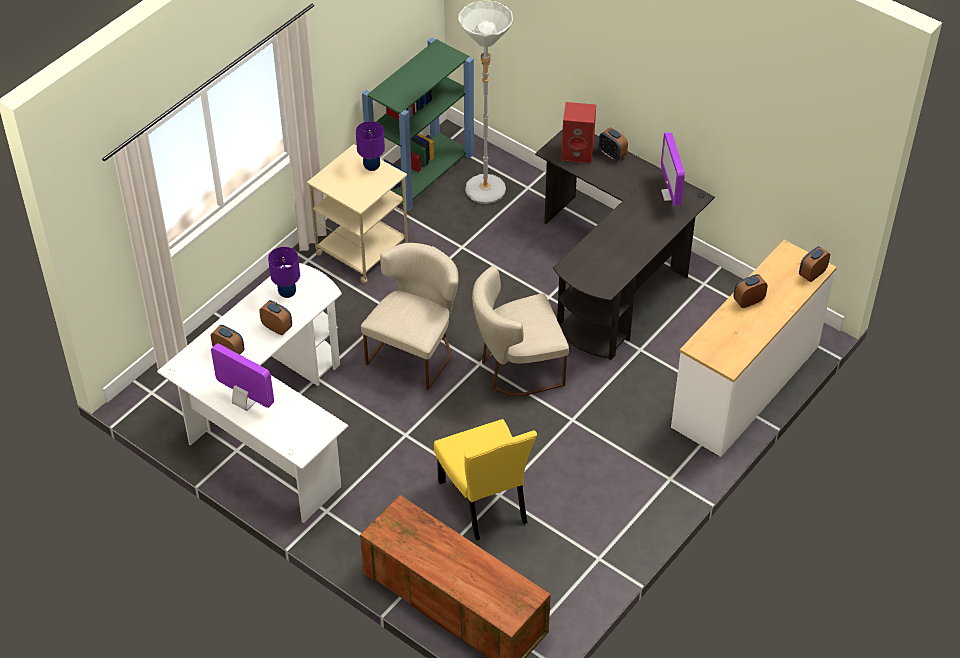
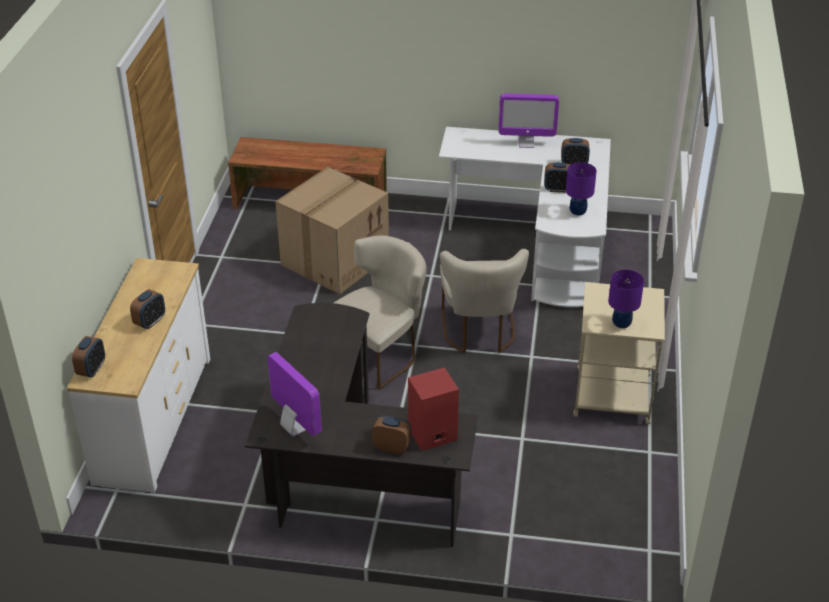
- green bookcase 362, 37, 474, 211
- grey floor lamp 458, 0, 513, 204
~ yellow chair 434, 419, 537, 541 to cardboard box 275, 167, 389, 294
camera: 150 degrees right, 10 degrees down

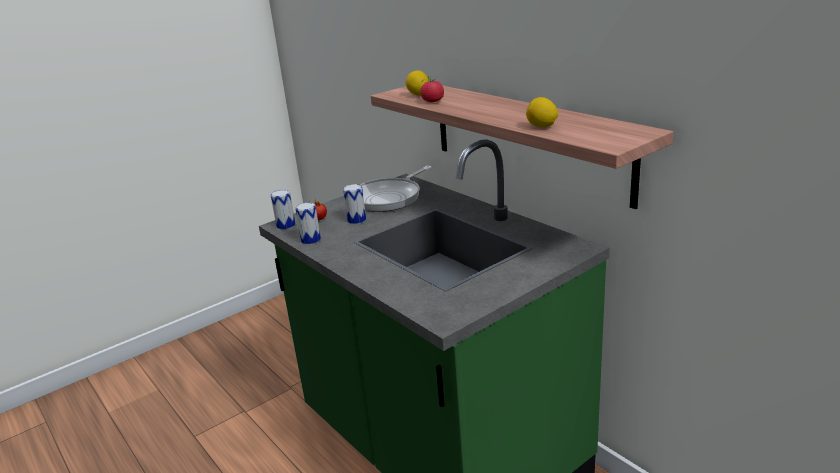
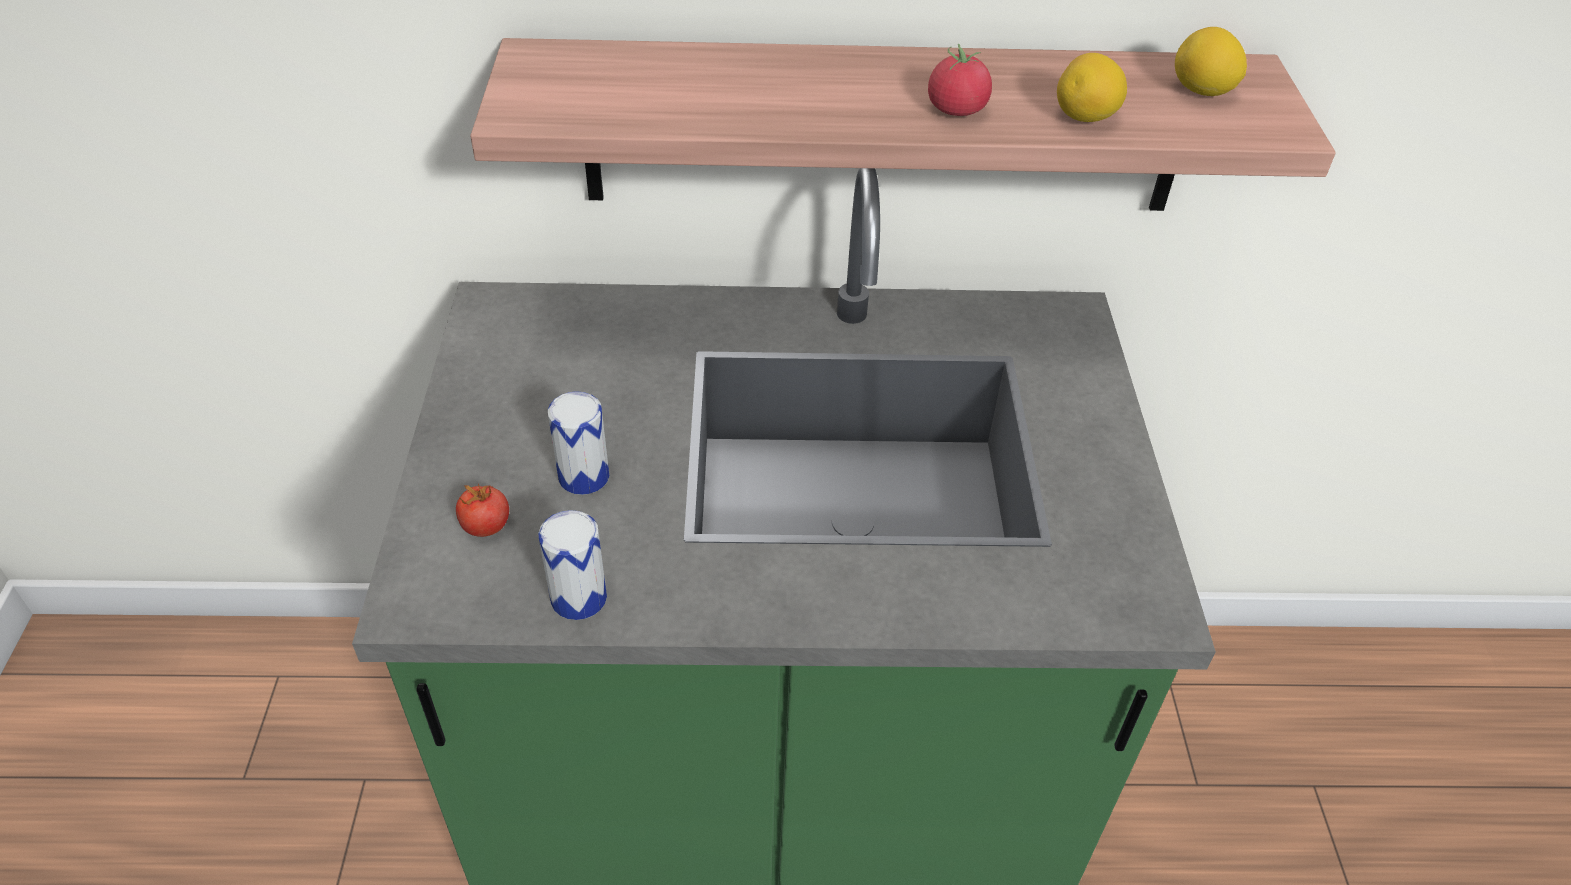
- can 271, 190, 295, 229
- frying pan 360, 166, 431, 212
~ lemon 406, 71, 429, 96 to 1175, 27, 1247, 96
~ tomato 421, 77, 444, 102 to 928, 44, 992, 116
camera: 55 degrees left, 20 degrees up

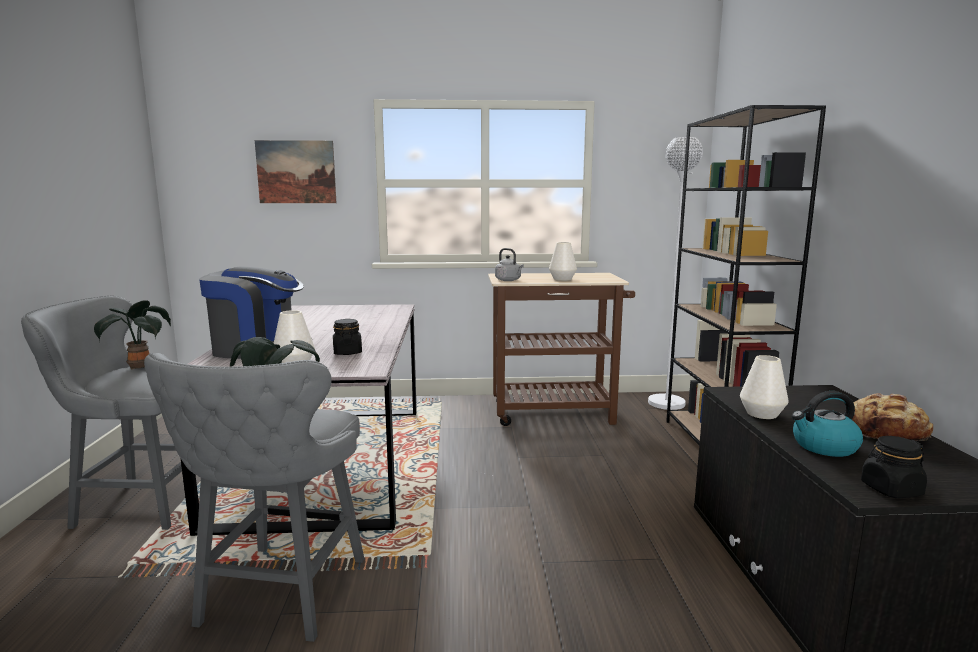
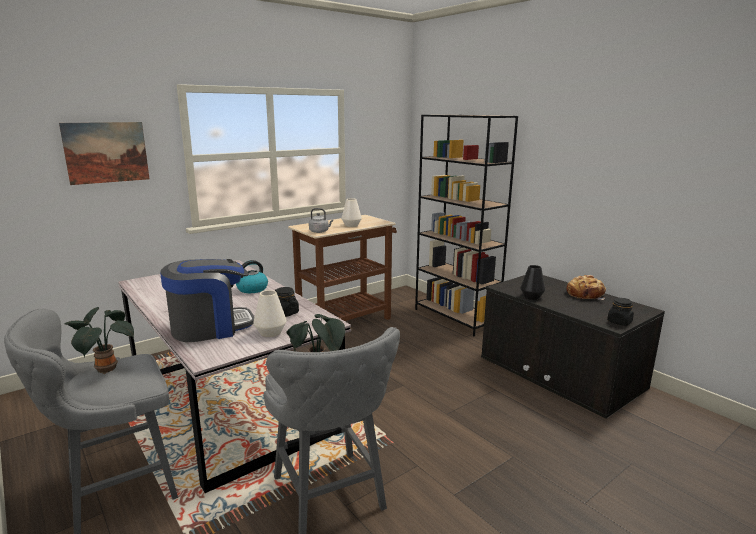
- white floor lamp 648, 137, 703, 410
~ kettle 792, 391, 863, 457 to 236, 260, 268, 293
~ white vase 740, 355, 789, 419 to black vase 520, 265, 545, 300
camera: 35 degrees left, 5 degrees up

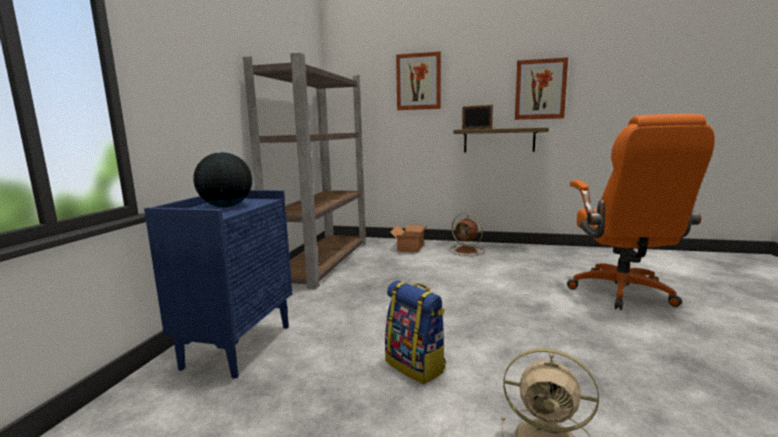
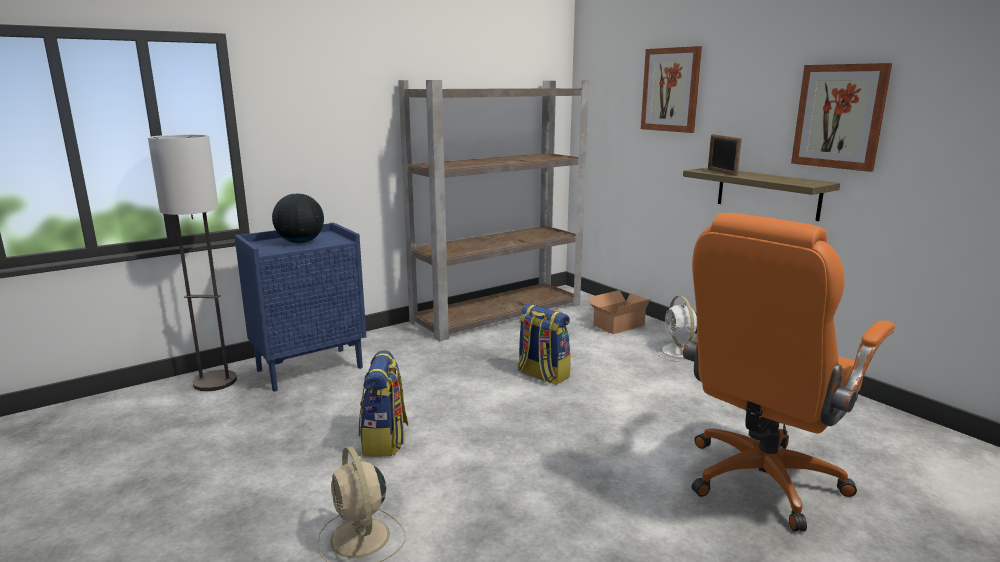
+ floor lamp 148, 134, 237, 391
+ backpack 518, 304, 571, 385
~ brown fan 449, 213, 485, 256 to white fan 653, 296, 697, 362
camera: 40 degrees right, 5 degrees up

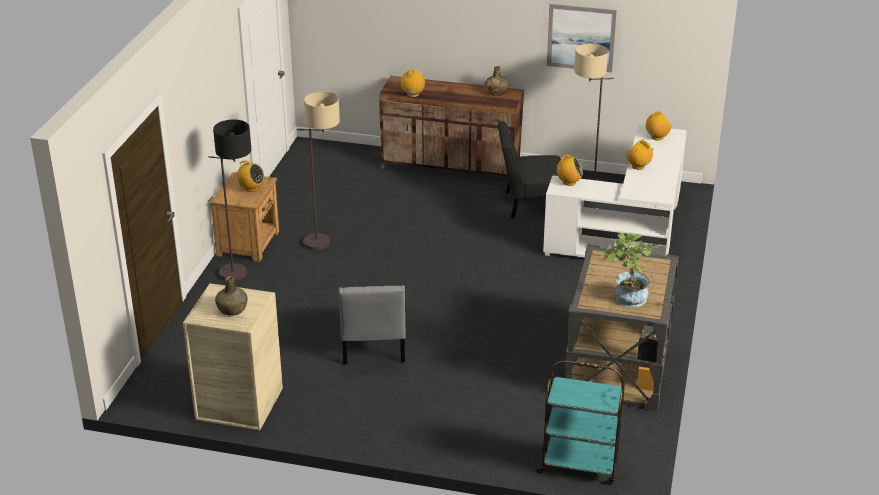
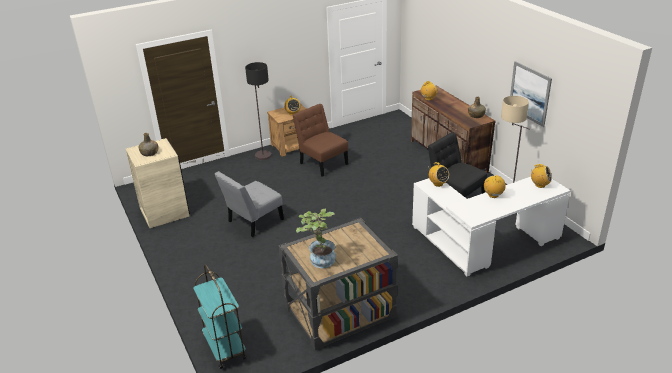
~ beige floor lamp 297, 91, 340, 250 to brown chair 292, 104, 348, 177
camera: 50 degrees right, 0 degrees up

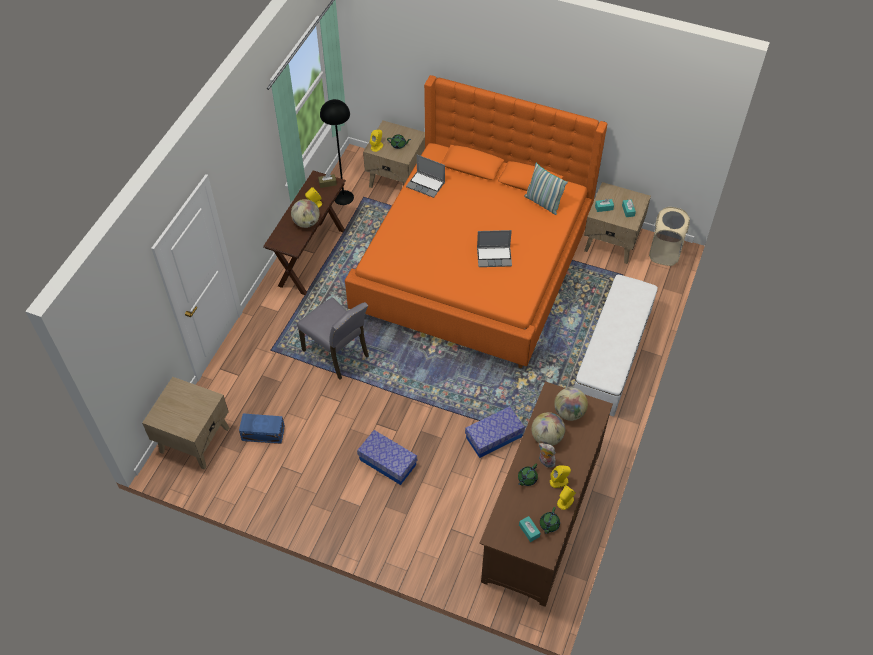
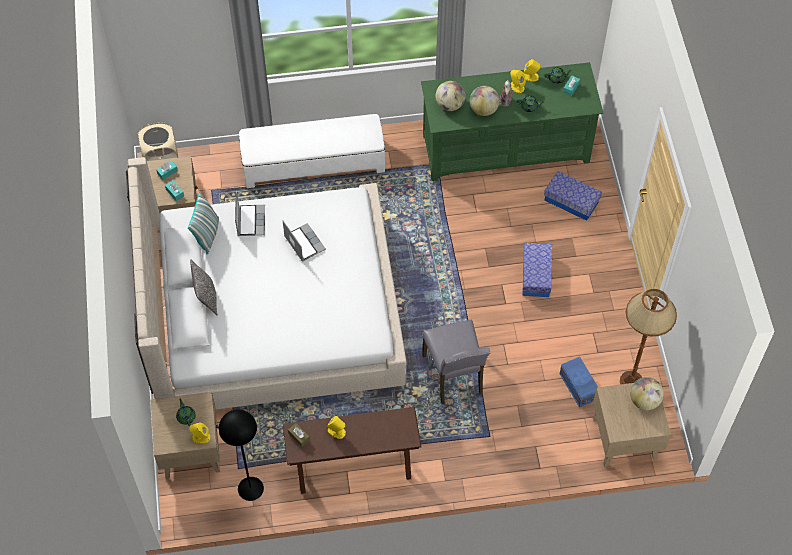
+ pillow 190, 259, 217, 316
+ brown floor lamp 620, 289, 677, 384
~ globe 291, 199, 320, 228 to 630, 377, 664, 410
~ laptop 406, 155, 445, 198 to 235, 190, 265, 236
~ storage box 465, 406, 525, 458 to 544, 171, 602, 221
~ orange bed 345, 75, 607, 368 to beige bed 126, 157, 406, 409
~ brown dresser 480, 381, 613, 607 to green dresser 421, 62, 604, 181
~ grey chair 297, 297, 369, 380 = 422, 319, 490, 404 150 degrees clockwise
camera: 120 degrees left, 5 degrees up

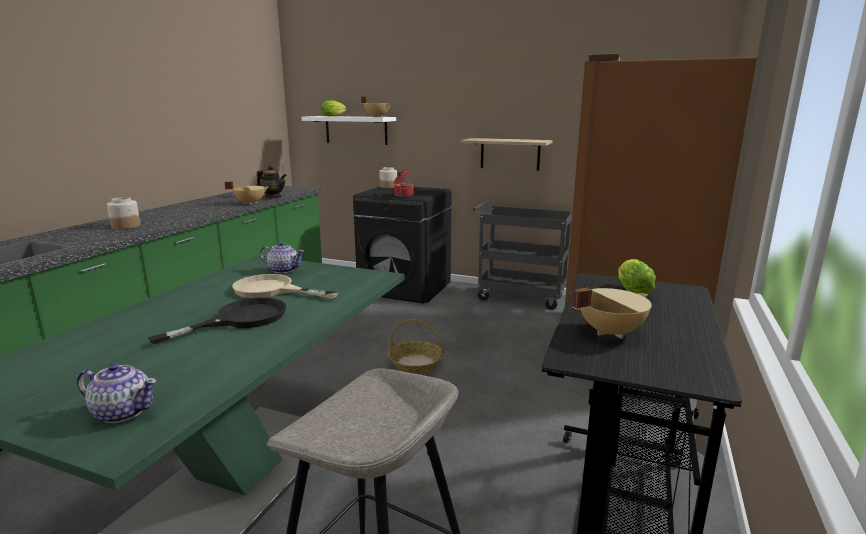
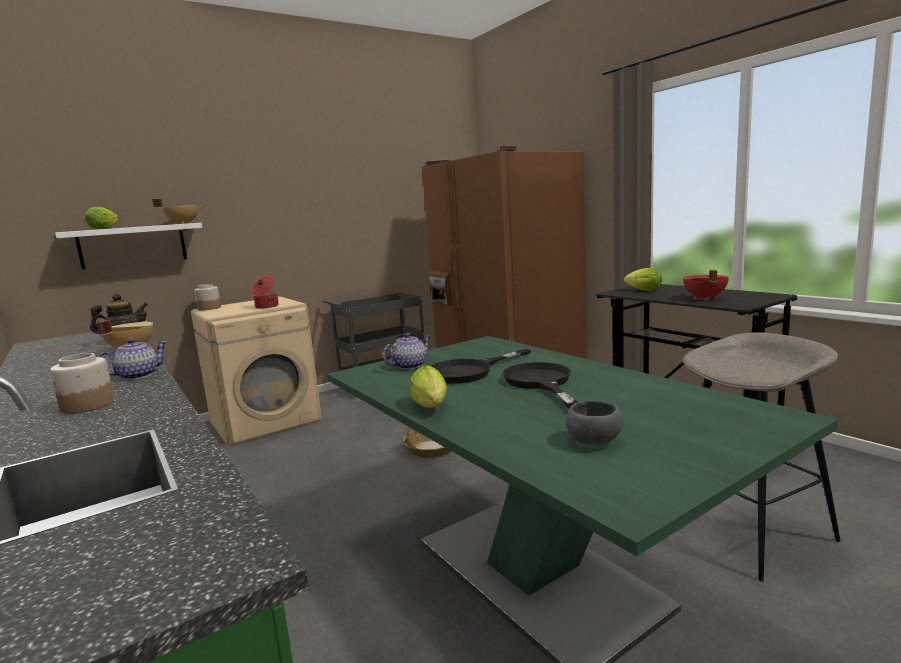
- shelf 461, 138, 553, 170
+ lettuce 409, 365, 447, 408
+ grey bowl 566, 401, 622, 445
~ teapot 77, 363, 157, 423 to 98, 338, 168, 380
~ beige frying pan 232, 274, 338, 299 to black frying pan 431, 349, 531, 384
~ black washing machine 353, 187, 452, 303 to beige washing machine 191, 297, 322, 445
~ beige cooking pot 572, 288, 652, 339 to red cooking pot 683, 270, 729, 300
camera: 55 degrees left, 5 degrees down

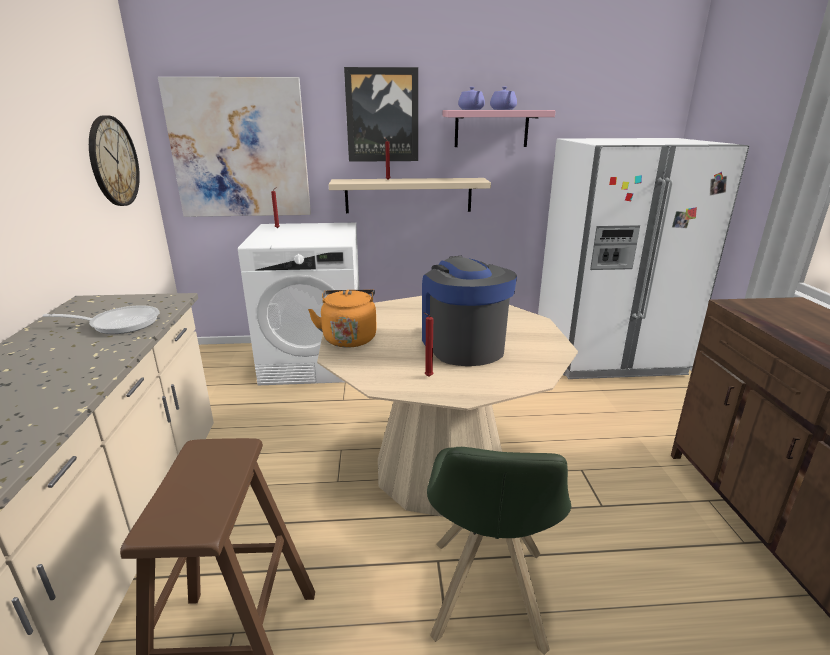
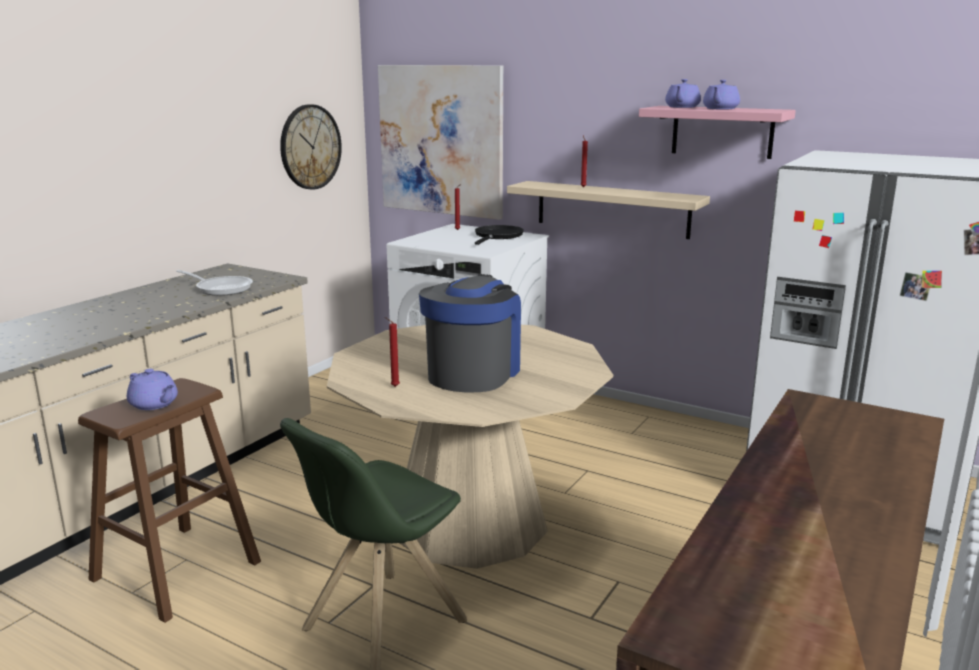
- orange kettle 308, 289, 377, 348
- picture 344, 67, 418, 162
+ purple teapot 127, 369, 178, 410
+ black frying pan 475, 225, 524, 245
camera: 35 degrees right, 5 degrees down

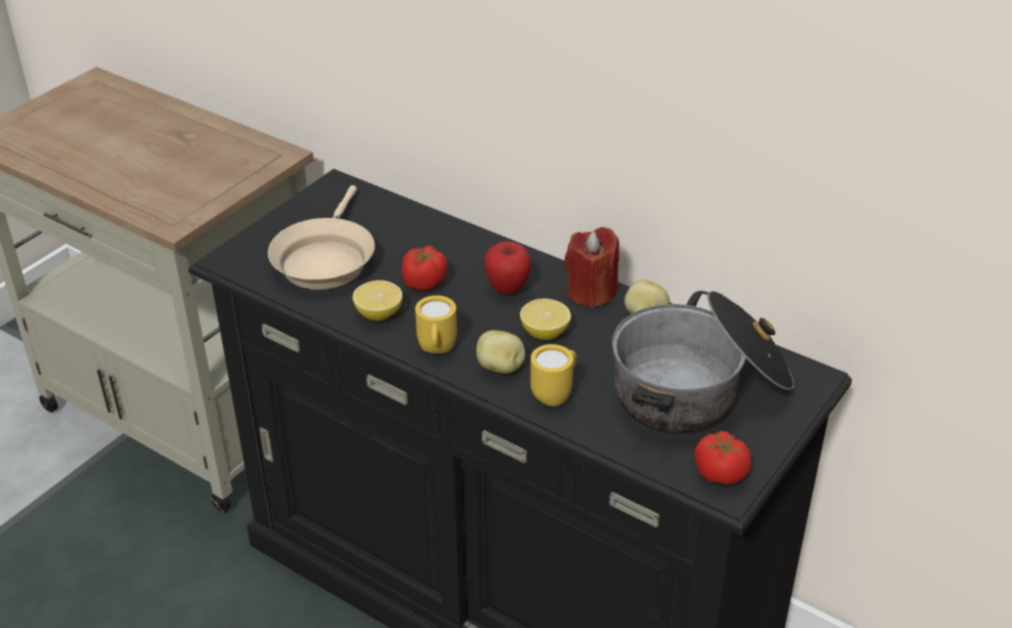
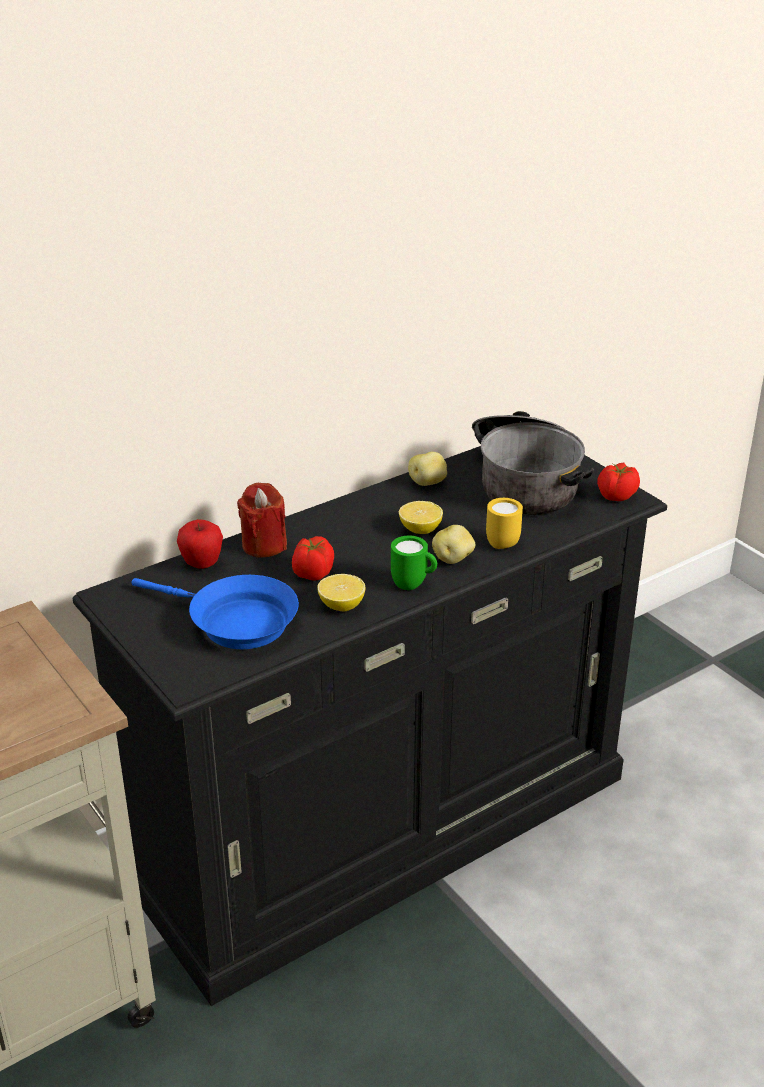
~ apple 484, 241, 531, 294 to 177, 519, 223, 569
~ red candle 564, 227, 619, 308 to 237, 483, 287, 557
~ beige frying pan 268, 185, 375, 290 to blue frying pan 132, 575, 299, 649
~ yellow mug 415, 295, 457, 354 to green mug 391, 536, 437, 590
camera: 70 degrees left, 5 degrees down

